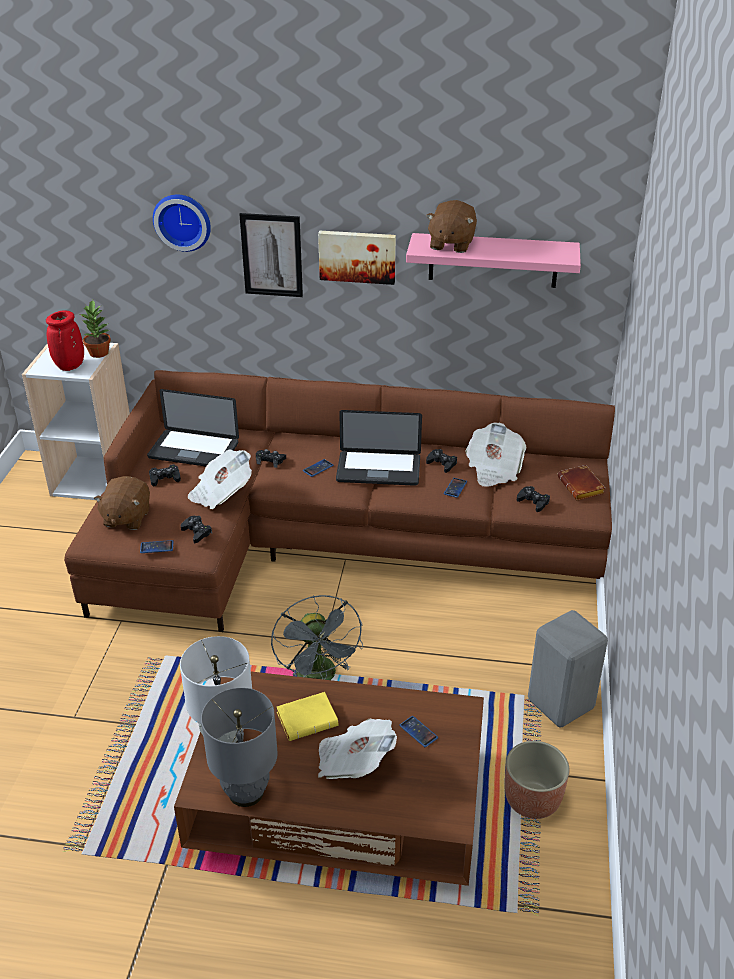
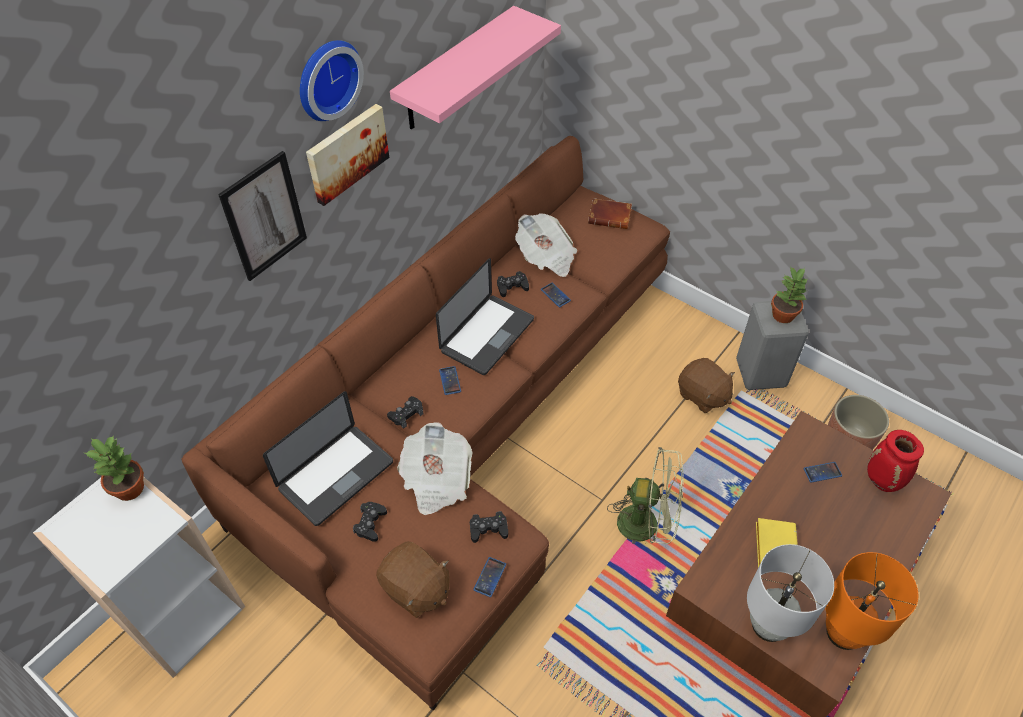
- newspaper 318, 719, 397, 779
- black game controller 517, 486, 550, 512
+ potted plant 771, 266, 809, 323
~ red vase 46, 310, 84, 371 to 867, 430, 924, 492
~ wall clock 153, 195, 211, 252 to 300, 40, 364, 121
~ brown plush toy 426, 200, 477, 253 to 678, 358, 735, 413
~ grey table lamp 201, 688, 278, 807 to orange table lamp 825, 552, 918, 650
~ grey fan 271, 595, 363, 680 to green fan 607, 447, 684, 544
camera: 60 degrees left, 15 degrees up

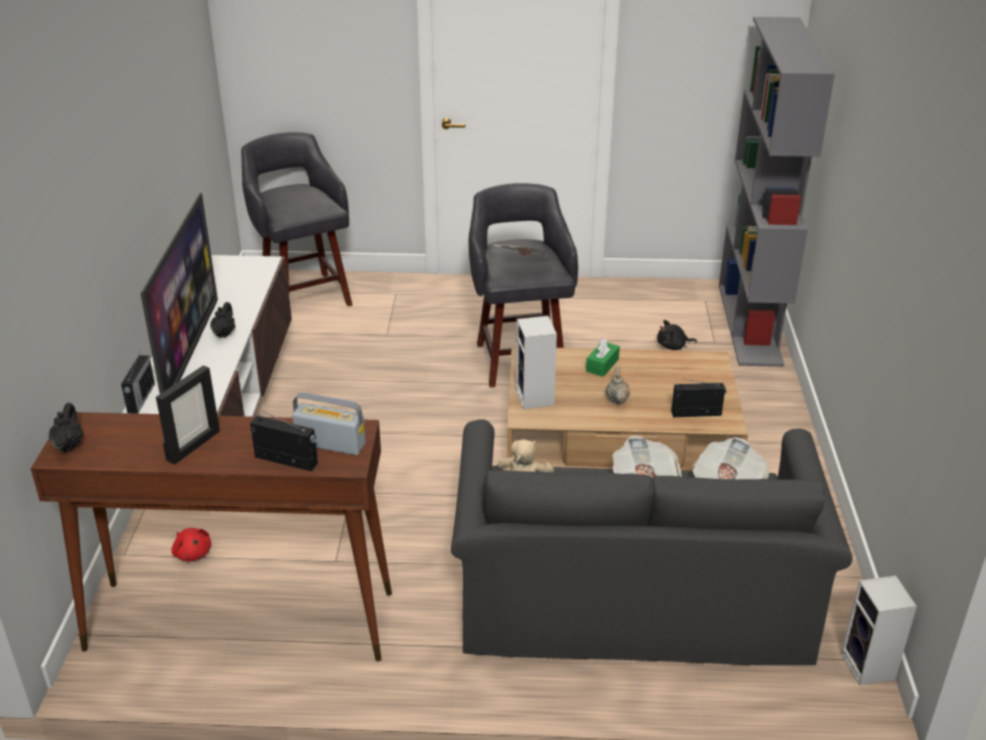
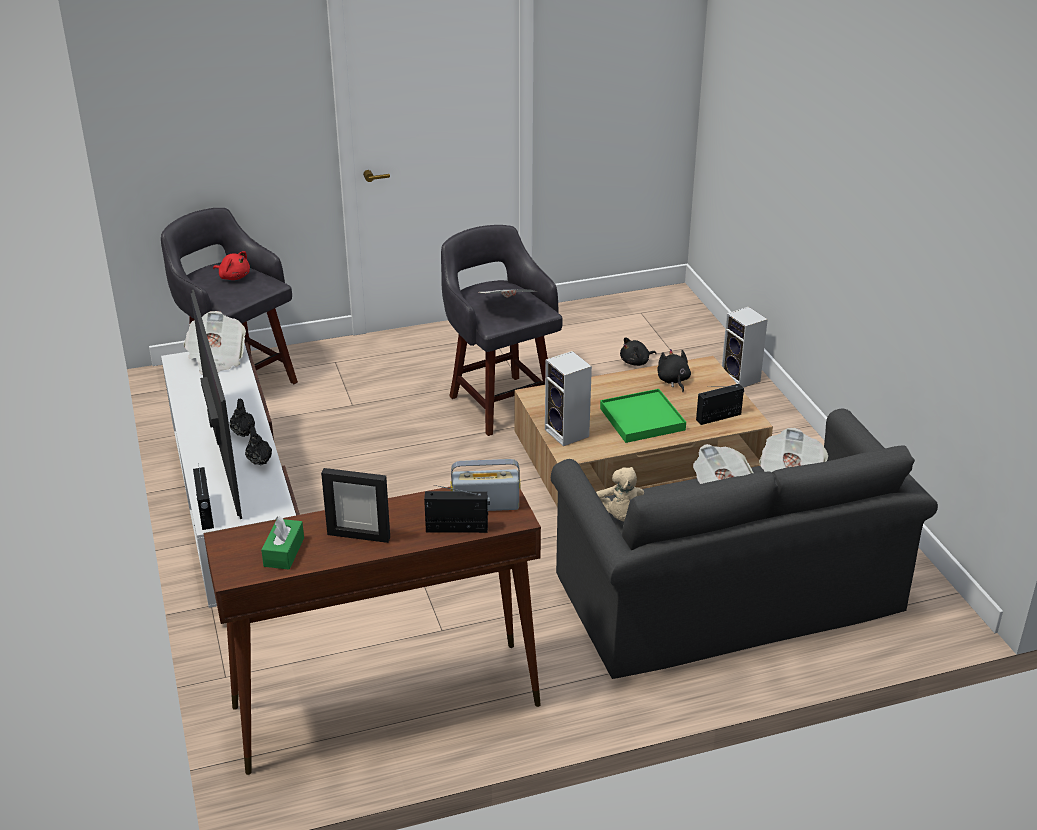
- grey bookcase 719, 17, 835, 367
+ newspaper 184, 311, 246, 375
+ black plush toy 657, 349, 691, 393
~ black teapot 48, 403, 83, 452 to 245, 426, 272, 466
~ red plush toy 171, 528, 211, 562 to 213, 251, 250, 280
~ green tissue box 586, 338, 620, 377 to 261, 516, 304, 569
~ speaker 841, 576, 917, 685 to 722, 307, 768, 388
~ beige teapot 605, 367, 630, 404 to green tray 600, 389, 686, 443
~ picture frame 156, 365, 220, 465 = 321, 468, 390, 543 90 degrees clockwise
camera: 20 degrees left, 0 degrees up

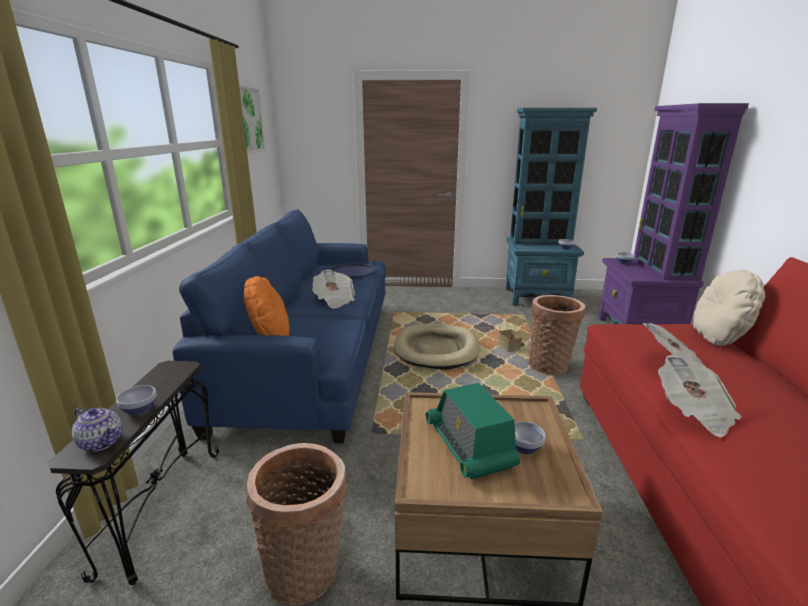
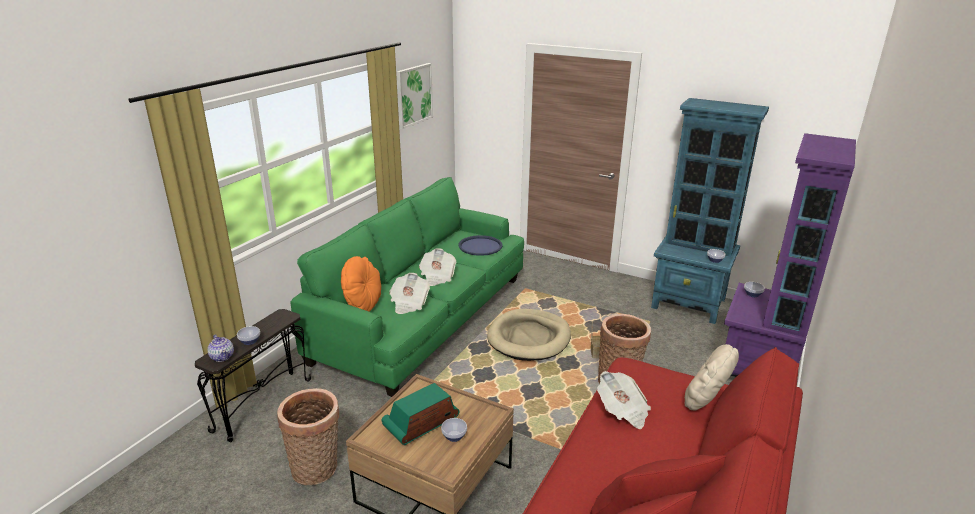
~ newspaper 658, 355, 741, 438 to 389, 273, 430, 314
~ blue sofa 173, 209, 386, 443 to green sofa 291, 177, 524, 397
~ radio 426, 383, 520, 479 = 382, 383, 459, 445 45 degrees clockwise
camera: 25 degrees right, 5 degrees up

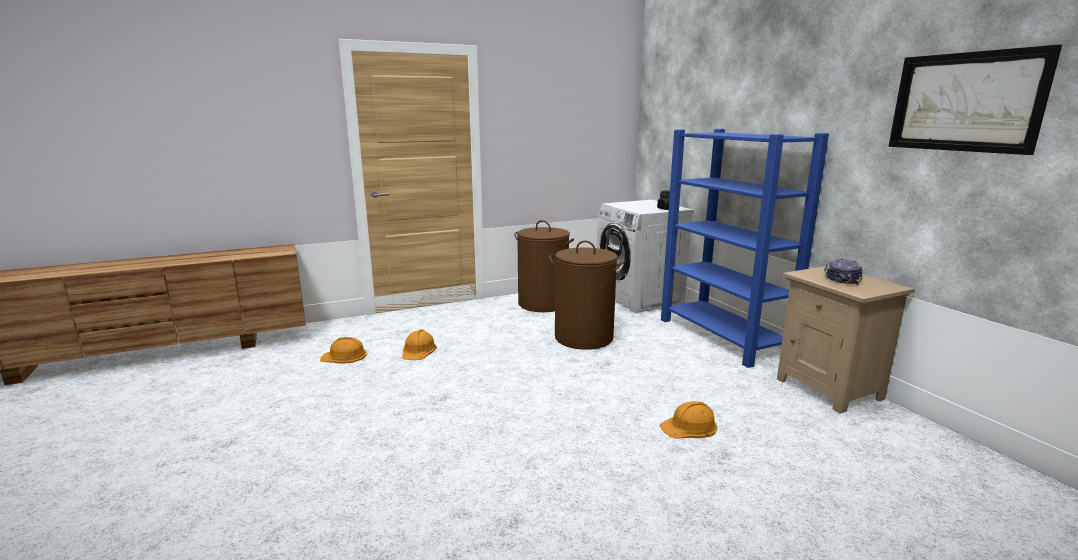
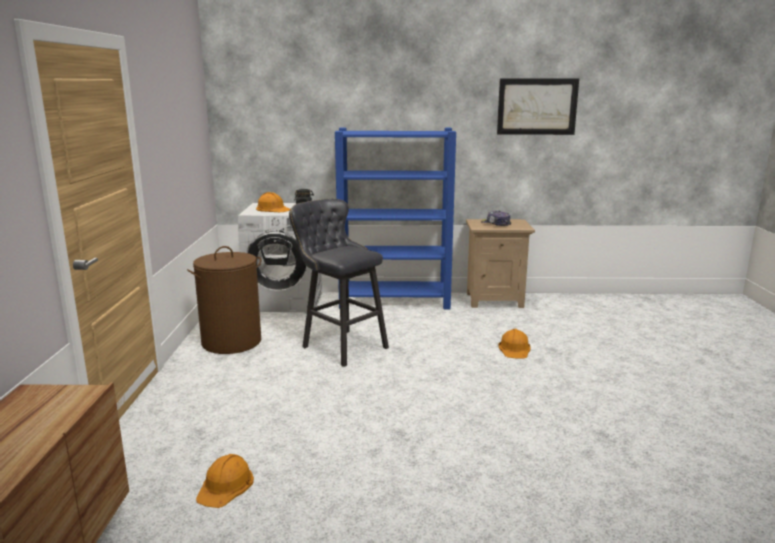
~ orange hard hat 402, 329, 437, 360 to 256, 192, 290, 212
~ brown laundry basket 549, 241, 625, 350 to black stool 289, 199, 389, 367
camera: 65 degrees left, 0 degrees up

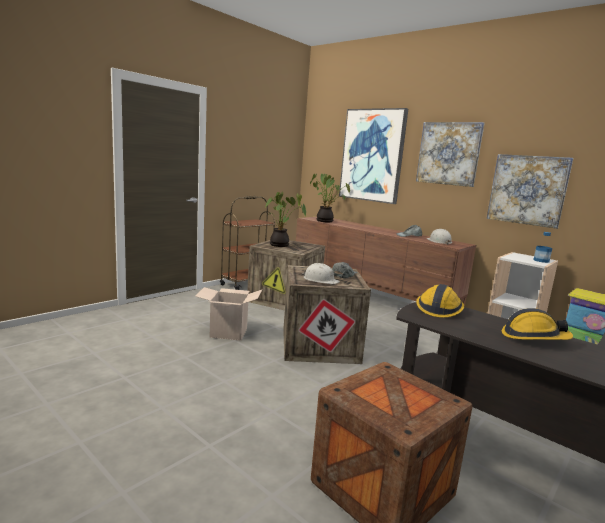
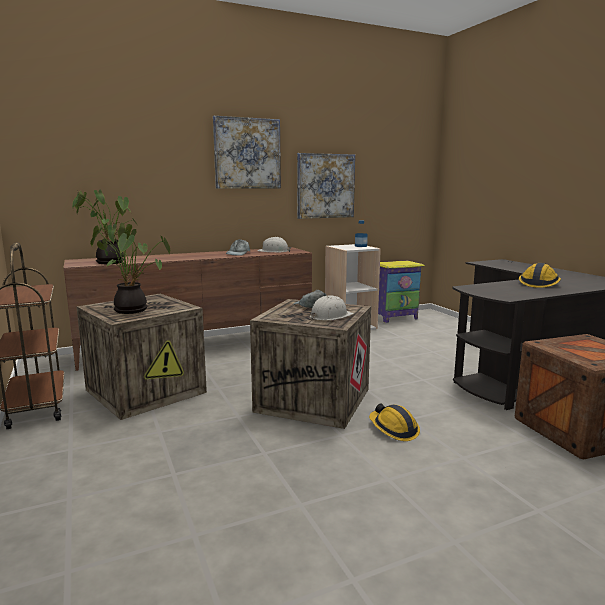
- cardboard box 195, 287, 262, 341
- picture 339, 108, 408, 204
~ hard hat 416, 284, 465, 318 to 369, 403, 420, 441
camera: 65 degrees left, 0 degrees up

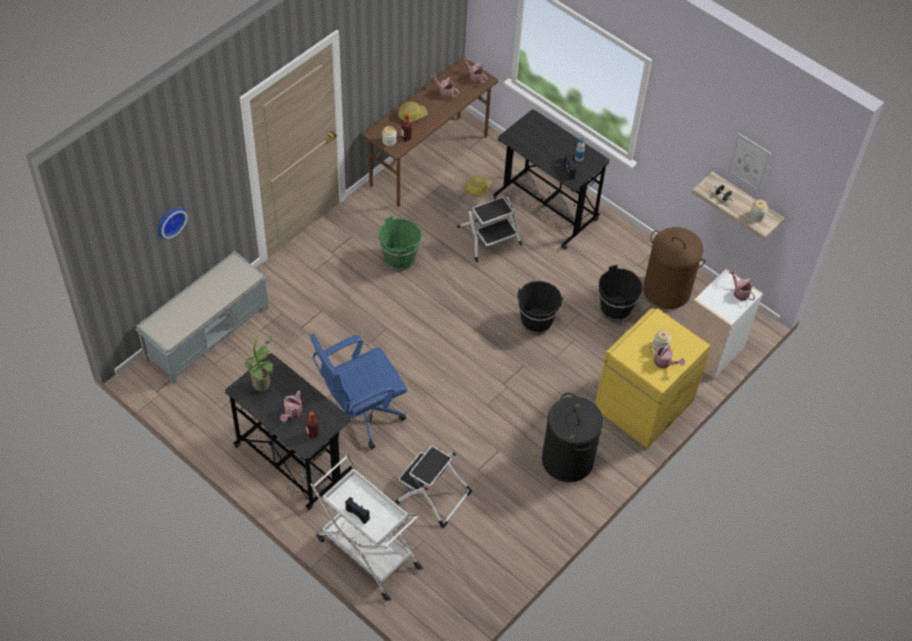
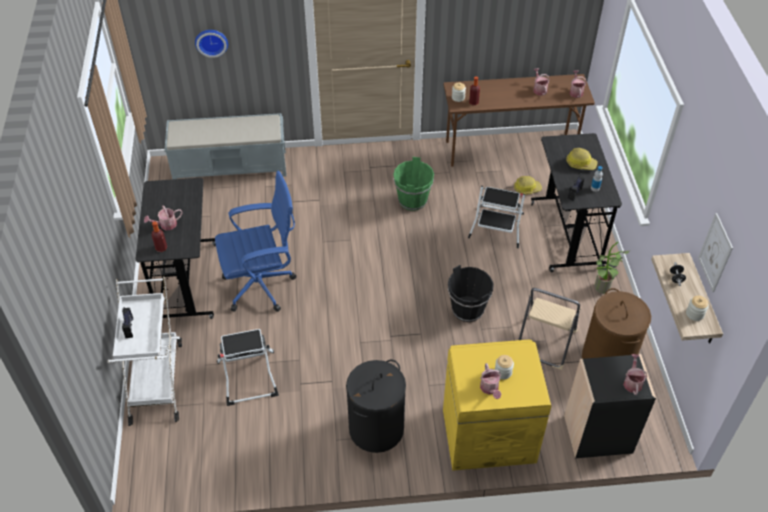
~ potted plant 245, 337, 273, 391 to 595, 242, 631, 294
~ hard hat 398, 101, 428, 122 to 566, 148, 598, 170
~ black bucket 598, 265, 642, 322 to beige step ladder 519, 288, 581, 370
~ white bookcase 686, 269, 763, 379 to black bookcase 564, 354, 656, 458
~ blue office chair 310, 333, 407, 449 = 215, 171, 297, 312 150 degrees clockwise
camera: 45 degrees right, 5 degrees down

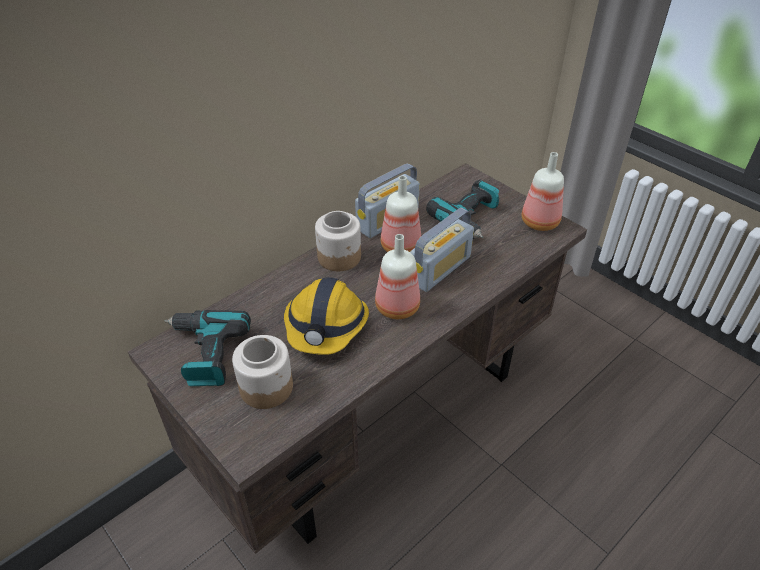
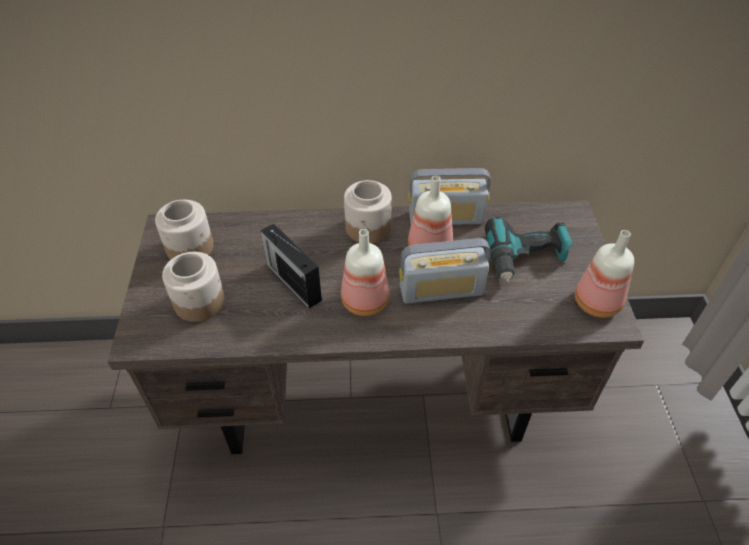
~ power drill 165, 310, 251, 386 to jar 155, 200, 214, 260
~ hard hat 284, 277, 369, 355 to radio 260, 224, 322, 308
camera: 40 degrees right, 5 degrees up

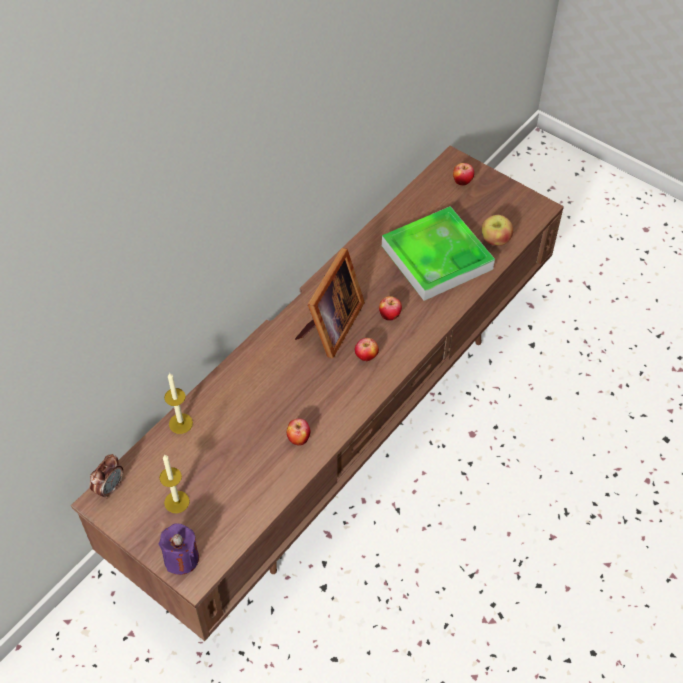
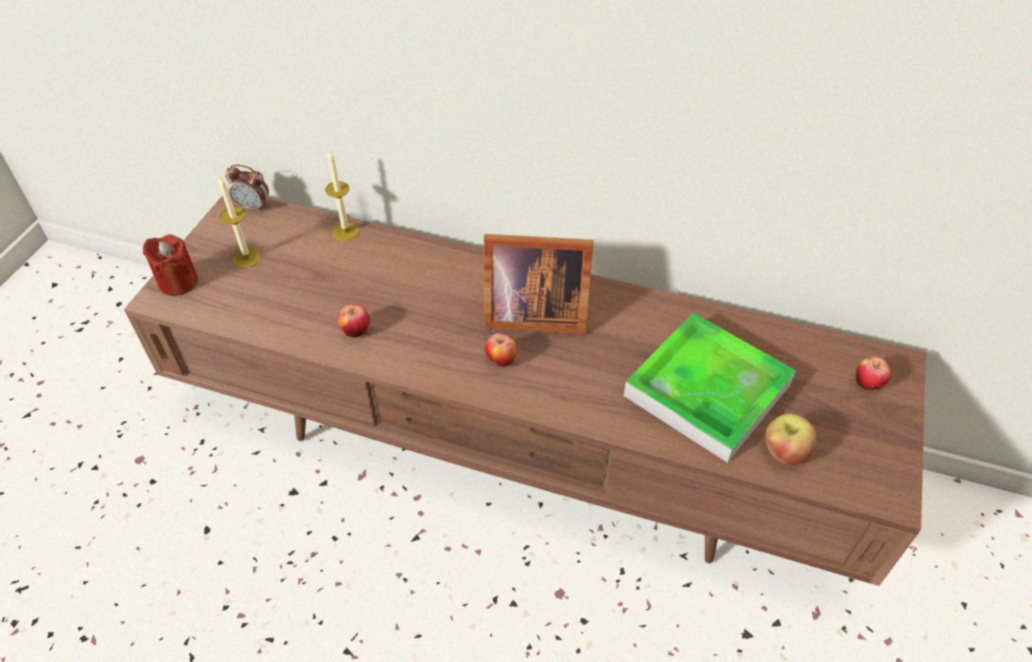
- apple 379, 296, 402, 321
~ purple candle 159, 524, 199, 575 to red candle 143, 234, 198, 296
camera: 70 degrees right, 5 degrees down

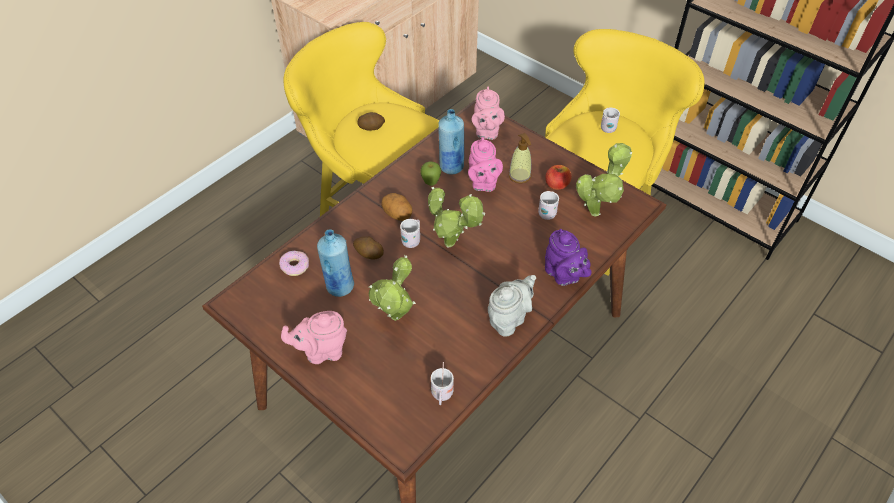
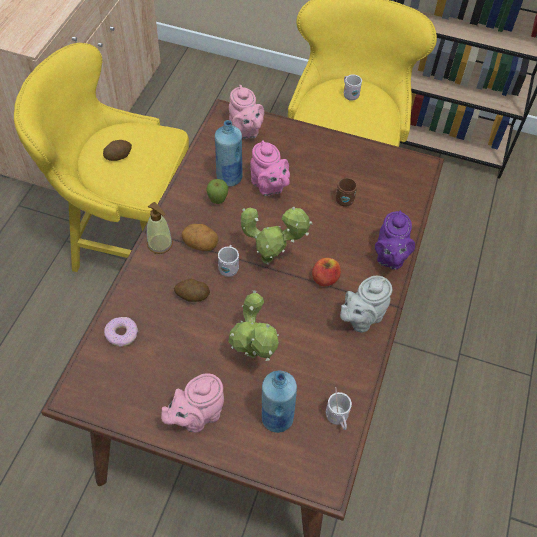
- potted plant 576, 143, 632, 217
~ blue bottle 317, 229, 354, 297 to 262, 371, 297, 433
~ soap dispenser 509, 133, 531, 183 to 147, 202, 173, 254
~ apple 546, 165, 571, 190 to 312, 258, 341, 287
~ white mug 538, 191, 559, 220 to brown mug 336, 177, 357, 207
~ grey teapot 488, 275, 536, 337 = 340, 276, 392, 332 150 degrees counterclockwise
~ purple teapot 545, 229, 592, 286 = 375, 211, 415, 270 60 degrees clockwise
camera: 25 degrees left, 5 degrees up

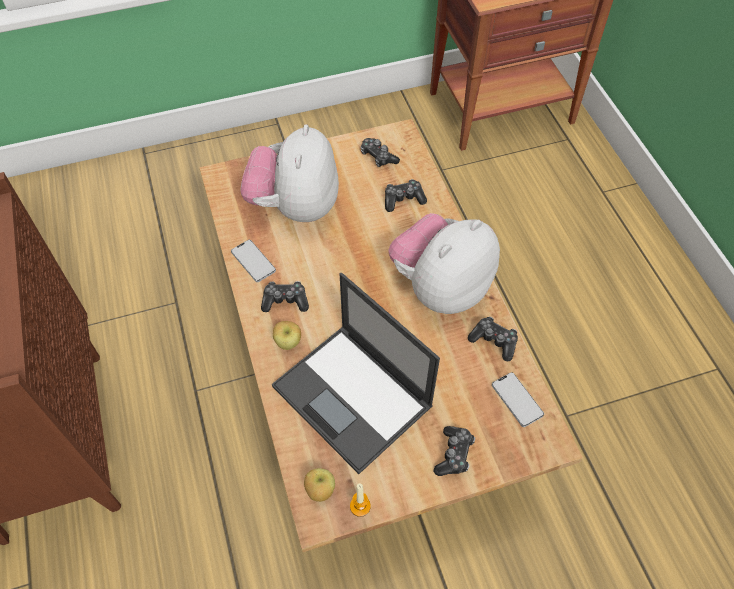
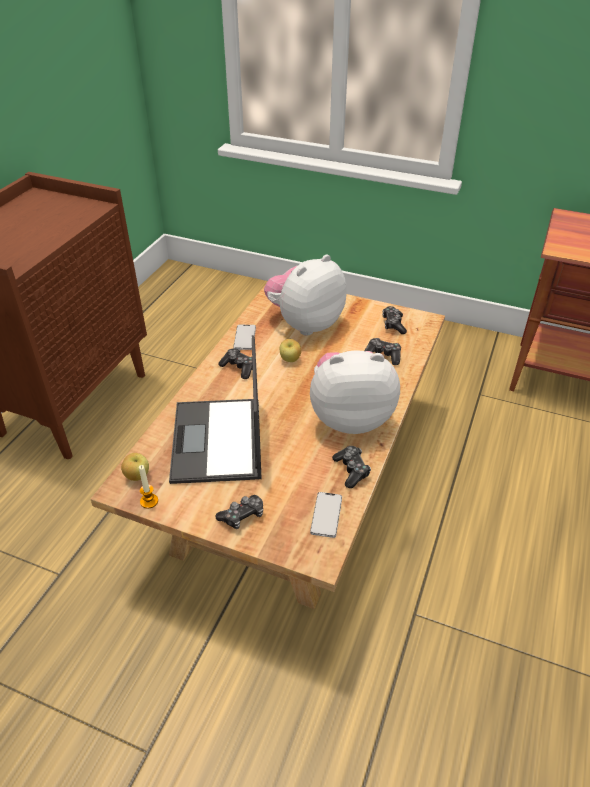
~ apple 273, 321, 301, 350 to 280, 339, 301, 362
camera: 40 degrees right, 15 degrees down

